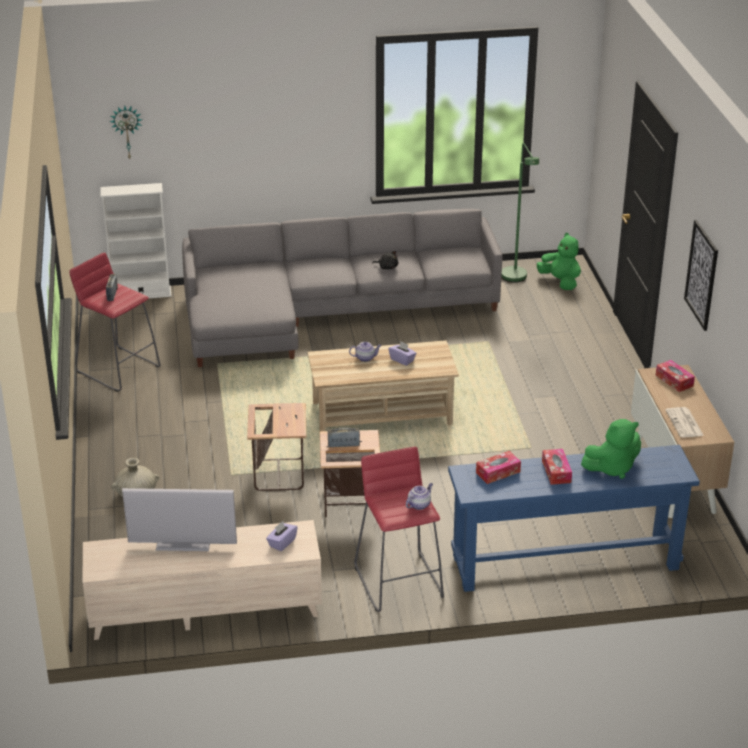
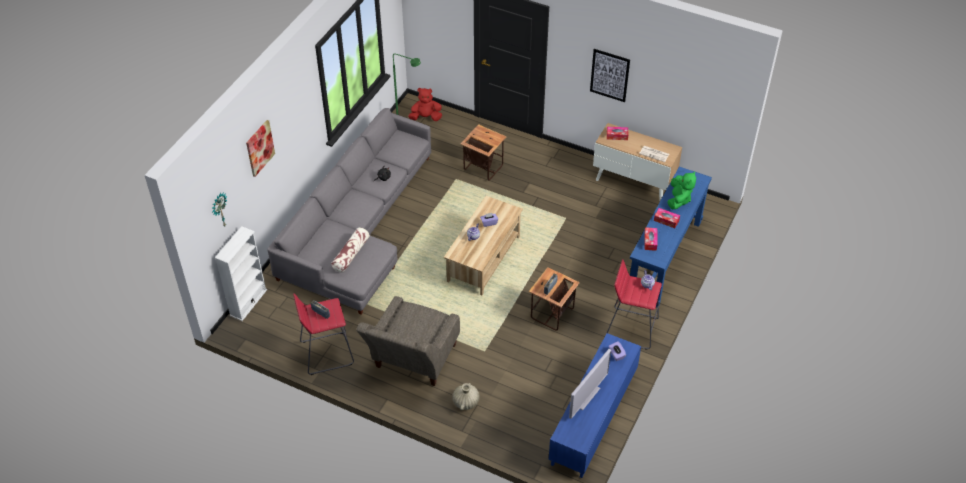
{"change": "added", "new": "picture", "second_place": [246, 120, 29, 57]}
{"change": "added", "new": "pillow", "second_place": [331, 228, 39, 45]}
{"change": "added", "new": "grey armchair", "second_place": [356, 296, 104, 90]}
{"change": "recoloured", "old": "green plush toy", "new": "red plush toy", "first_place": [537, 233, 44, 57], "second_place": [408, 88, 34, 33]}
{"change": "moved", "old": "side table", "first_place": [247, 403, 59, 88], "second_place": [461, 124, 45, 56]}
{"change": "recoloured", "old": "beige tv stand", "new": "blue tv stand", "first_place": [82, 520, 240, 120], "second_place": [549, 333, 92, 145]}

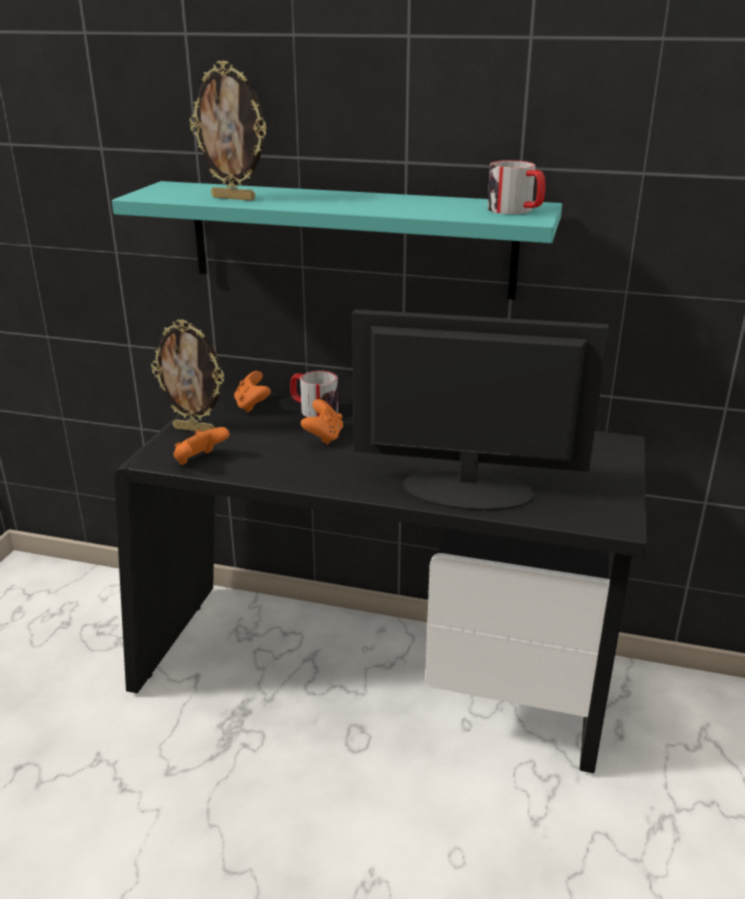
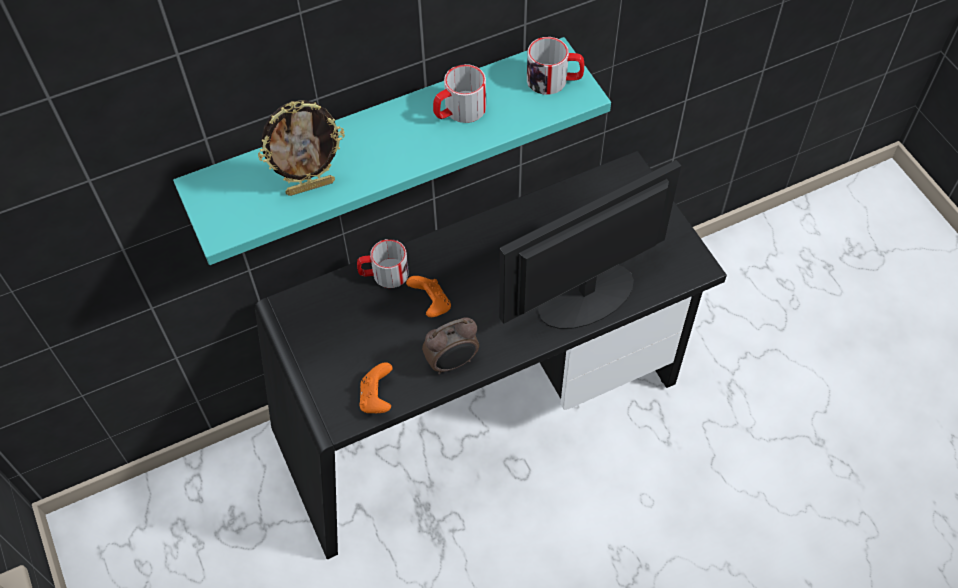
{"change": "added", "new": "alarm clock", "second_place": [422, 317, 57, 58]}
{"change": "added", "new": "mug", "second_place": [433, 64, 53, 59]}
{"change": "removed", "old": "picture frame", "first_place": [151, 319, 73, 113]}
{"change": "removed", "old": "orange game controller", "first_place": [234, 371, 37, 42]}

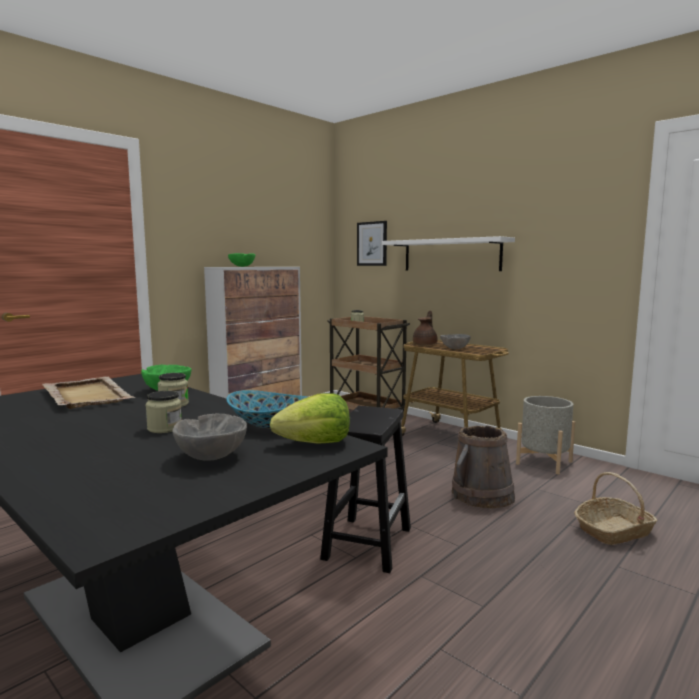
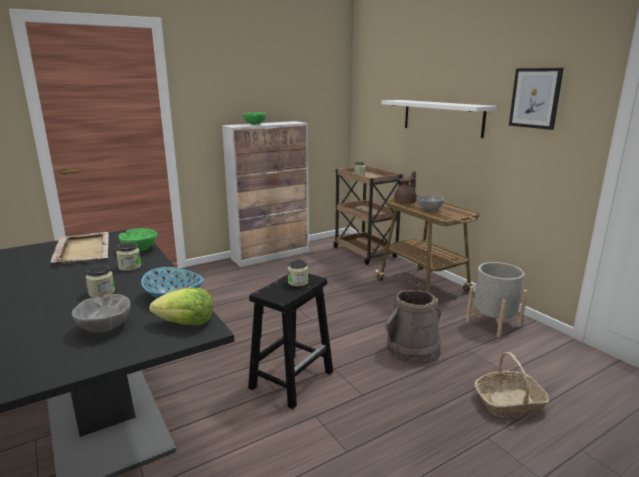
{"change": "added", "new": "jar", "second_place": [288, 259, 20, 27]}
{"change": "moved", "old": "picture", "first_place": [357, 221, 30, 45], "second_place": [509, 68, 55, 62]}

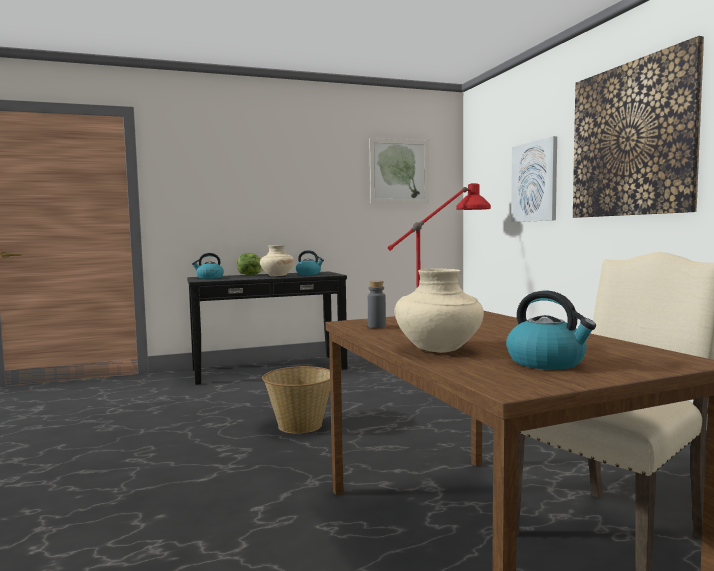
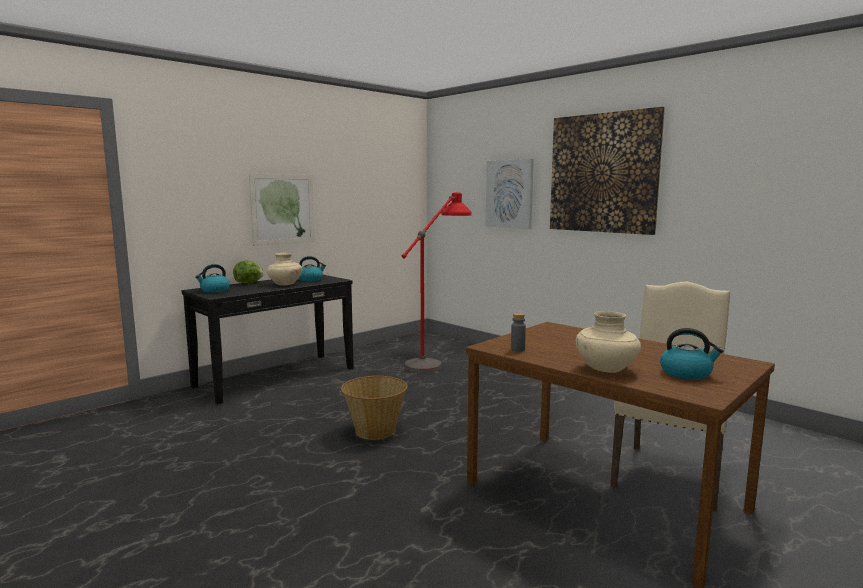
{"change": "moved", "old": "picture", "first_place": [369, 138, 60, 66], "second_place": [249, 173, 66, 73]}

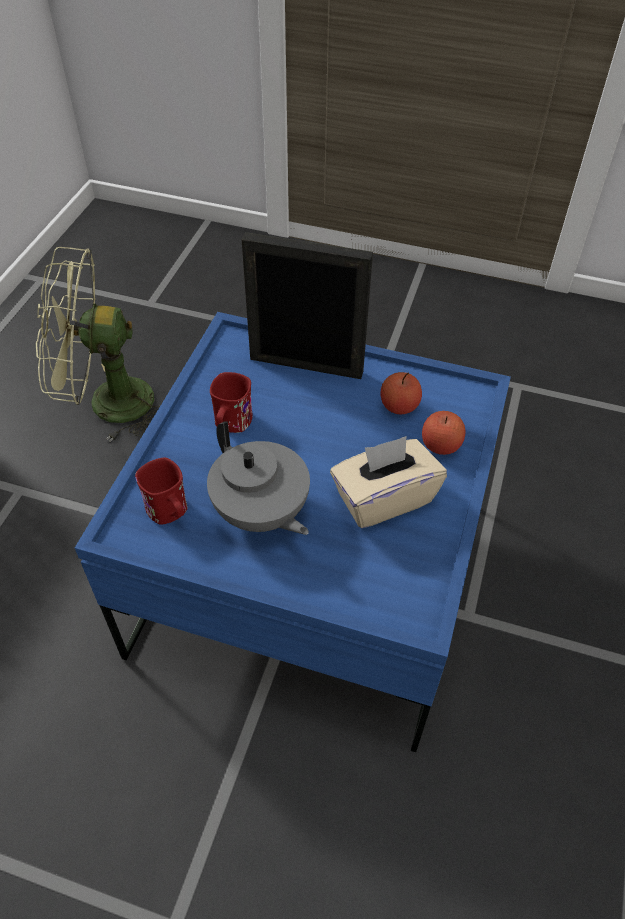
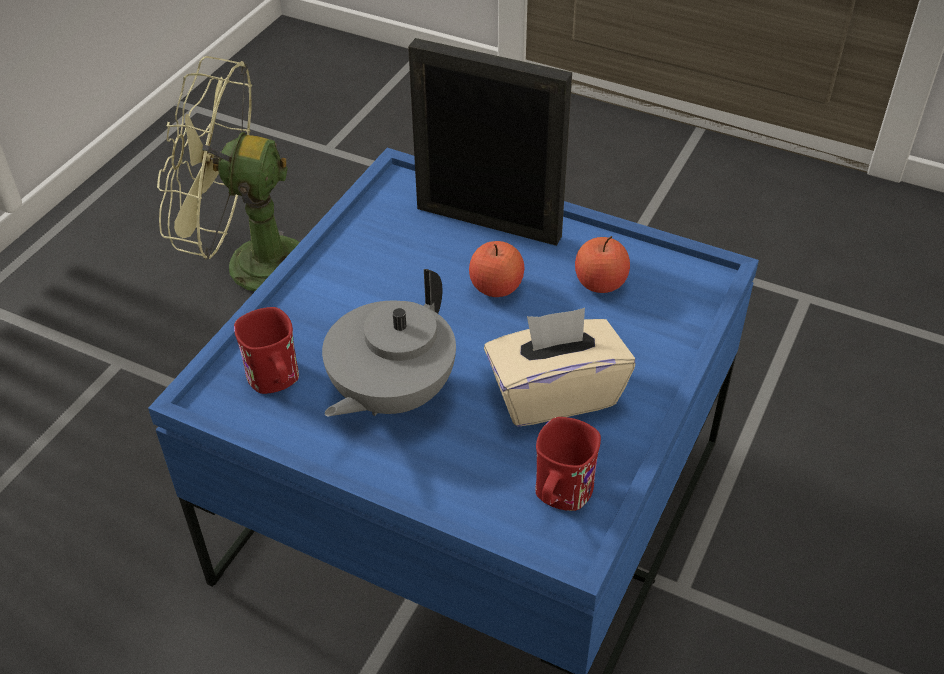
{"change": "turned", "old": "grey teapot", "first_place": [207, 421, 103, 114], "second_place": [322, 269, 134, 147], "degrees": 60}
{"change": "moved", "old": "apple", "first_place": [422, 411, 43, 44], "second_place": [469, 241, 56, 56]}
{"change": "moved", "old": "red mug", "first_place": [210, 372, 43, 61], "second_place": [535, 417, 66, 94]}

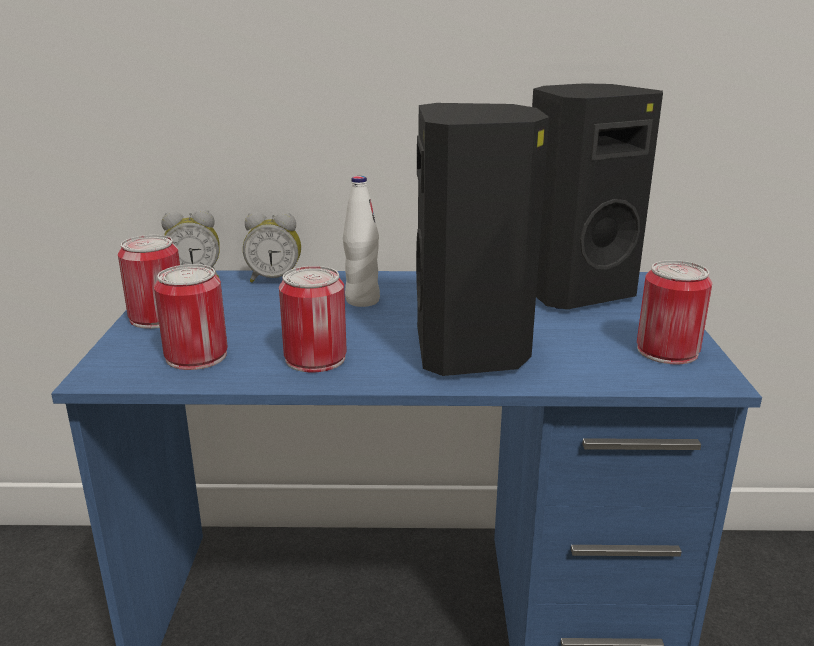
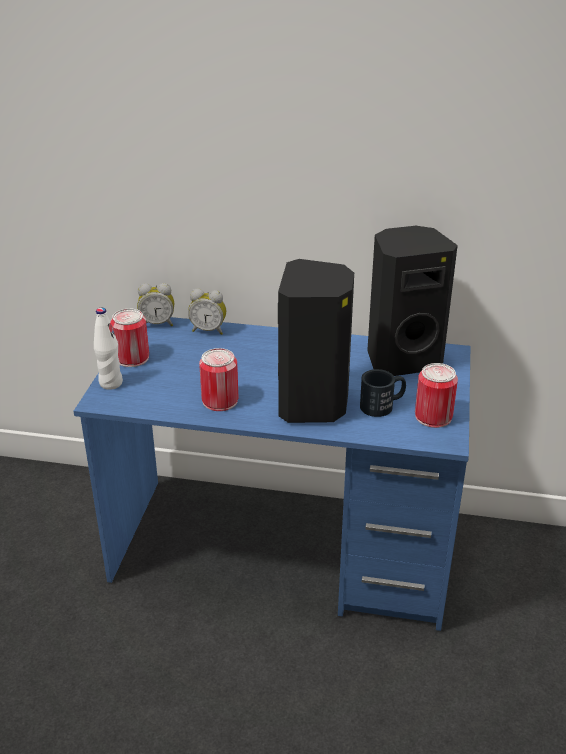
{"change": "moved", "old": "white bottle", "first_place": [343, 176, 37, 131], "second_place": [94, 308, 29, 82]}
{"change": "added", "new": "black mug", "second_place": [360, 369, 46, 48]}
{"change": "removed", "old": "can", "first_place": [154, 264, 74, 106]}

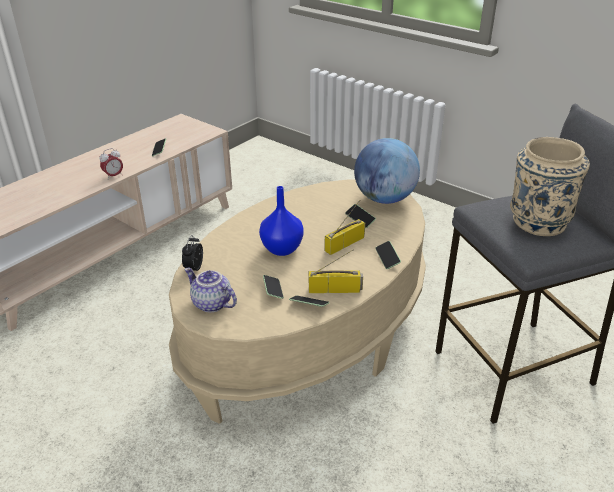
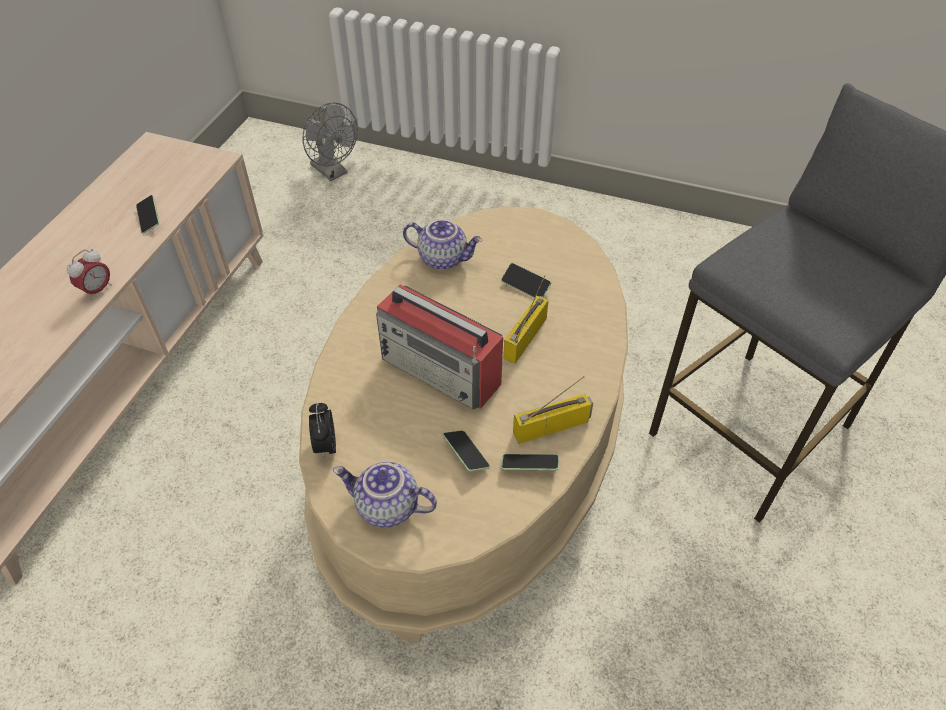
{"change": "added", "new": "grey fan", "second_place": [302, 103, 55, 78]}
{"change": "replaced", "old": "blue vase", "new": "radio", "first_place": [259, 186, 45, 70], "second_place": [376, 285, 127, 125]}
{"change": "added", "new": "teapot", "second_place": [403, 219, 80, 51]}
{"change": "removed", "old": "globe", "first_place": [354, 138, 66, 66]}
{"change": "removed", "old": "phone", "first_place": [375, 241, 26, 28]}
{"change": "removed", "old": "beige vase", "first_place": [510, 137, 80, 99]}

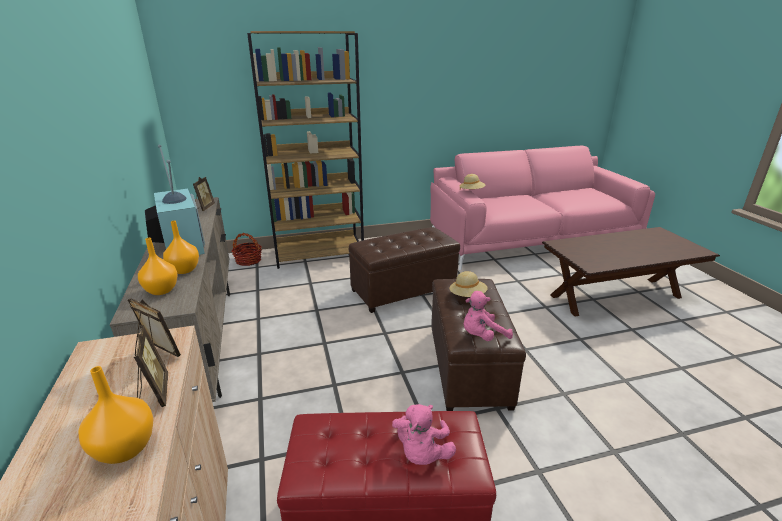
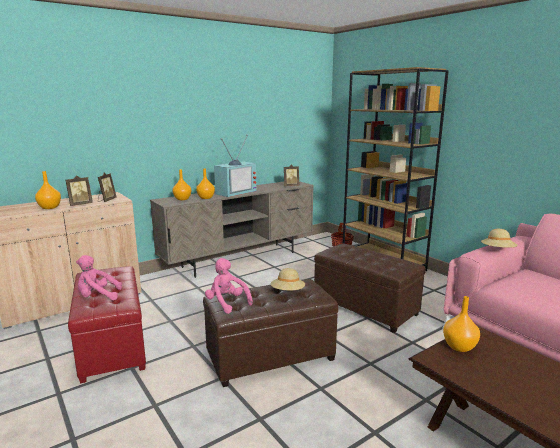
{"change": "added", "new": "orange vase", "second_place": [443, 296, 37, 56]}

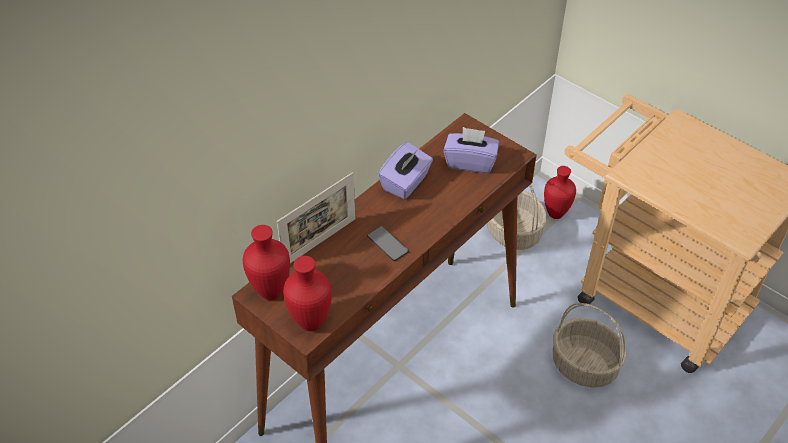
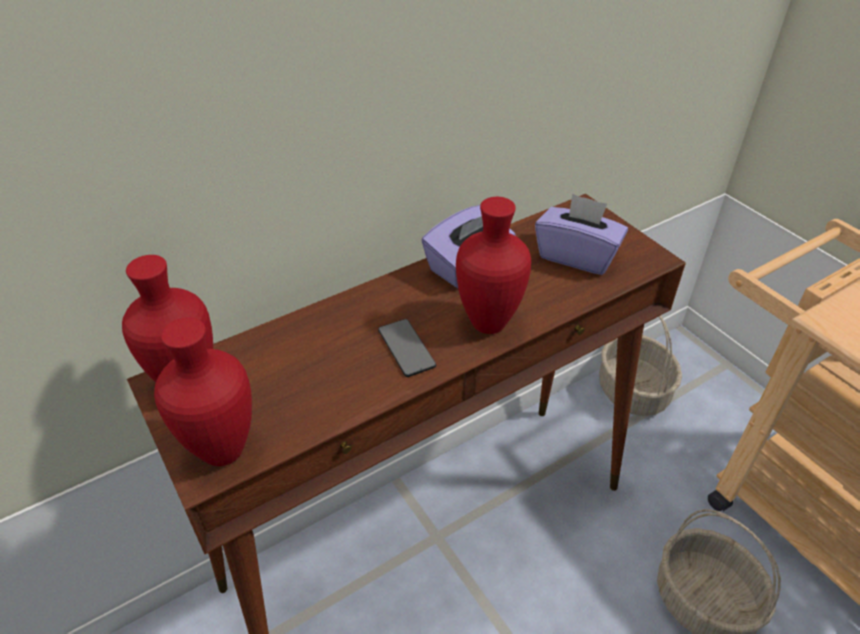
{"change": "moved", "old": "red vase", "first_place": [544, 166, 32, 53], "second_place": [456, 197, 75, 137]}
{"change": "removed", "old": "picture frame", "first_place": [277, 172, 79, 91]}

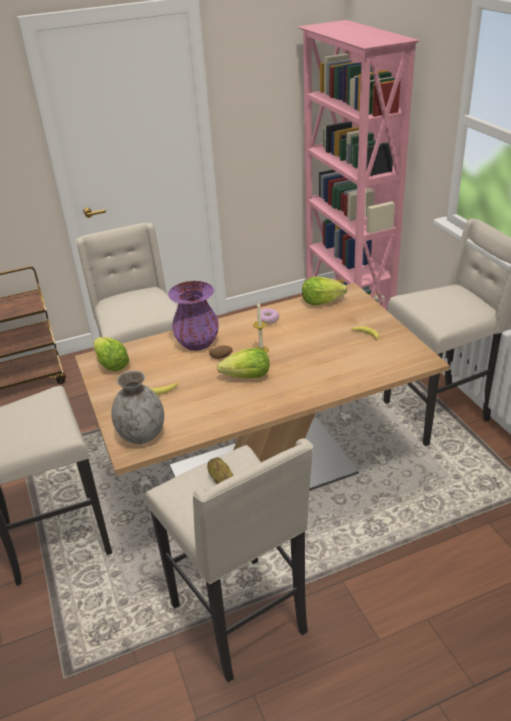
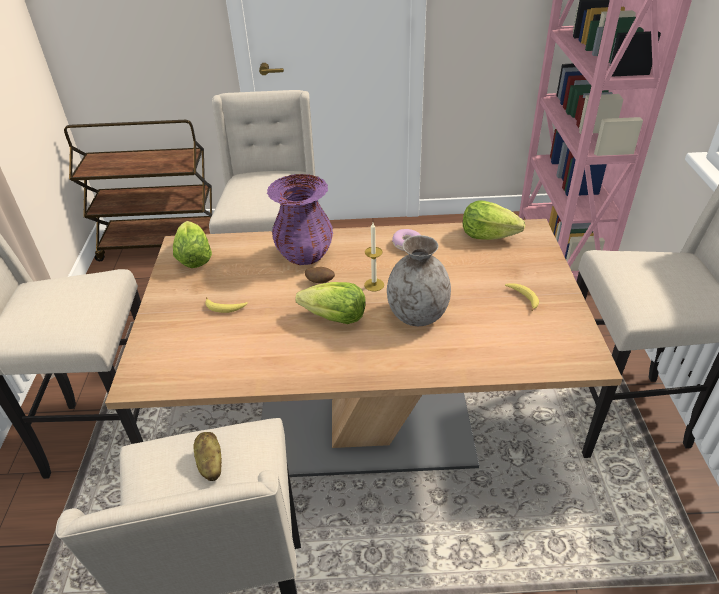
{"change": "moved", "old": "grey vase", "first_place": [112, 371, 52, 73], "second_place": [387, 235, 64, 91]}

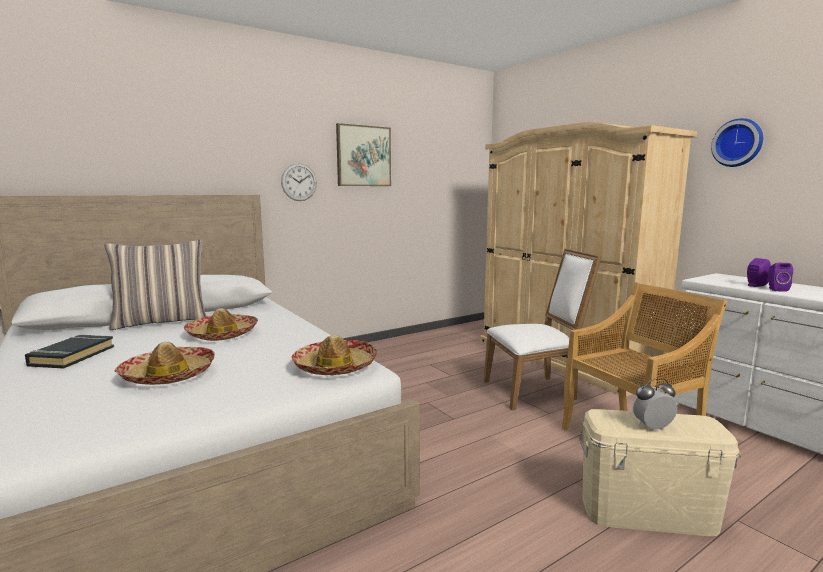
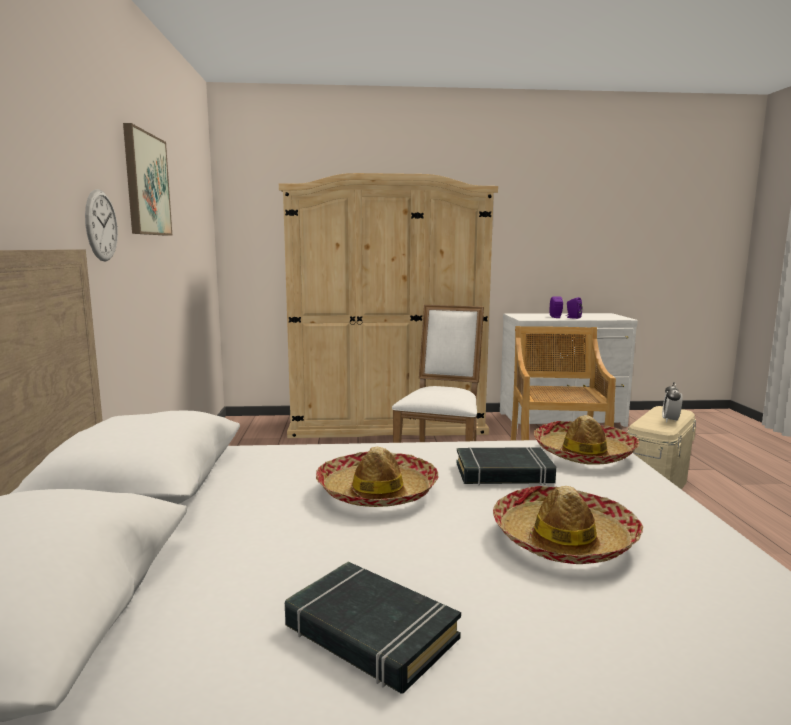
{"change": "added", "new": "black book", "second_place": [456, 447, 100, 38]}
{"change": "removed", "old": "pillow", "first_place": [104, 240, 103, 90]}
{"change": "removed", "old": "wall clock", "first_place": [711, 118, 52, 49]}

